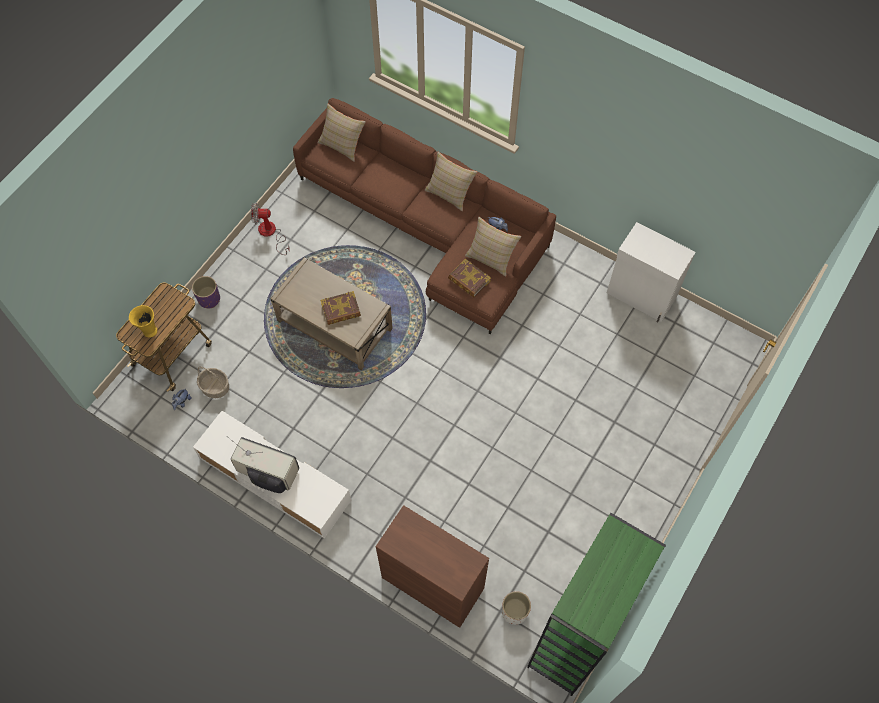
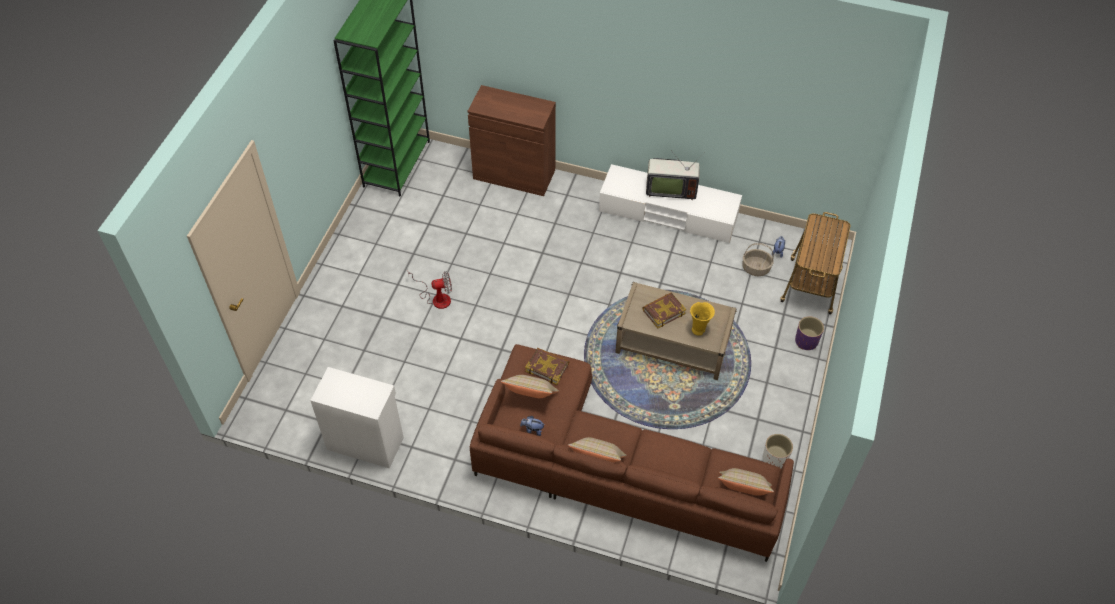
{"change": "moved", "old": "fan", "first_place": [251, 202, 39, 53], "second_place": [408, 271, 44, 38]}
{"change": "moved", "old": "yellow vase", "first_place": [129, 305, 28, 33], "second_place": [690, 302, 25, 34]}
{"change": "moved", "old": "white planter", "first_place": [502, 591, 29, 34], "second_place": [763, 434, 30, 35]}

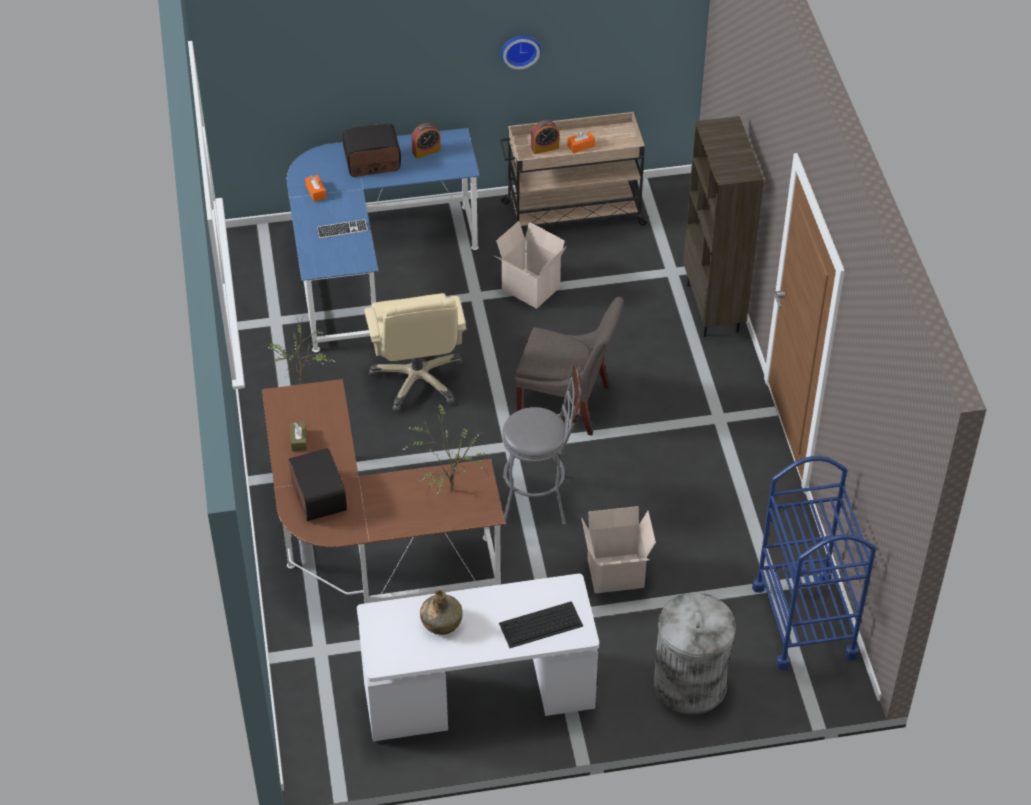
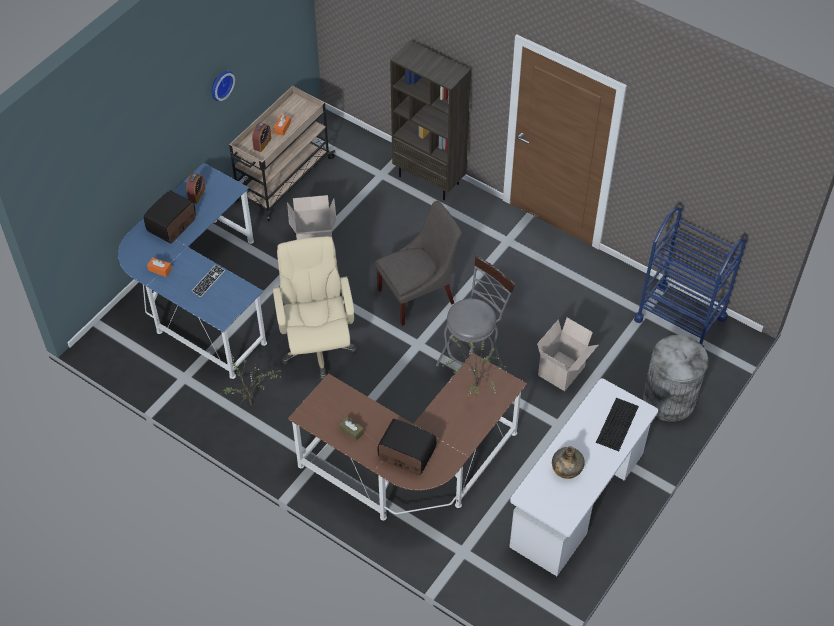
{"change": "turned", "old": "beige office chair", "first_place": [364, 293, 103, 119], "second_place": [273, 236, 84, 144], "degrees": -135}

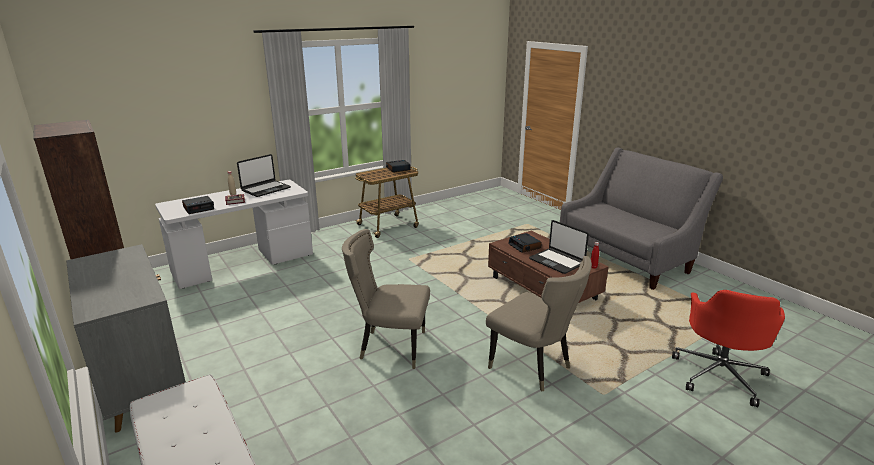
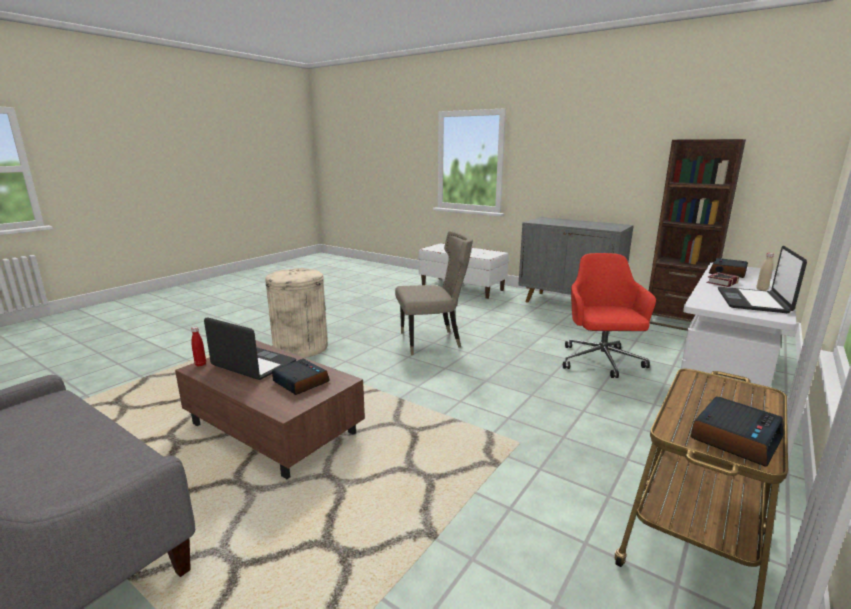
{"change": "replaced", "old": "beige chair", "new": "beige trash can", "first_place": [486, 256, 106, 135], "second_place": [265, 268, 63, 90]}
{"change": "moved", "old": "red office chair", "first_place": [672, 290, 113, 117], "second_place": [563, 253, 93, 125]}

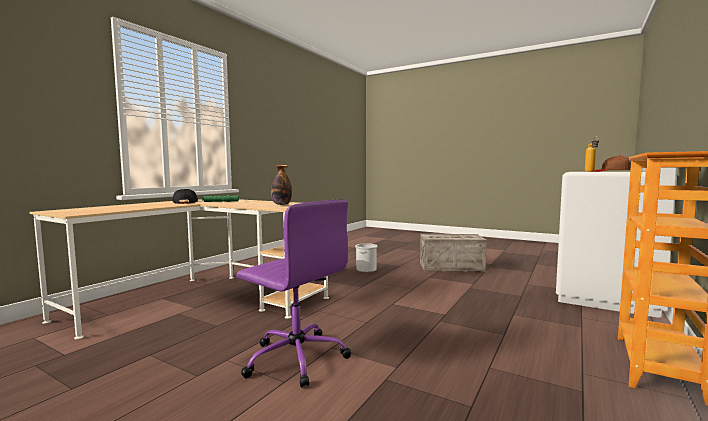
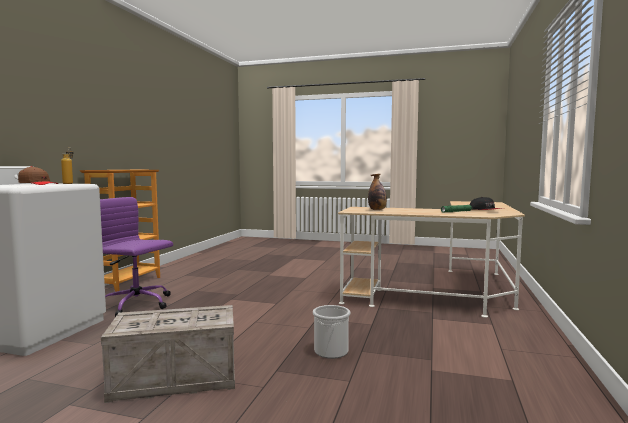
{"change": "moved", "old": "purple office chair", "first_place": [236, 199, 115, 189], "second_place": [100, 197, 73, 120]}

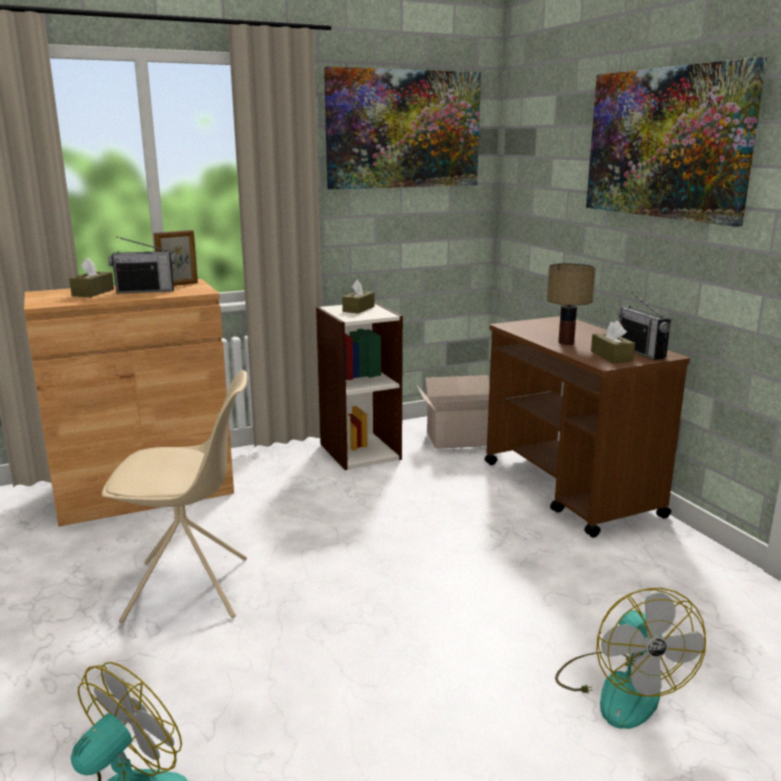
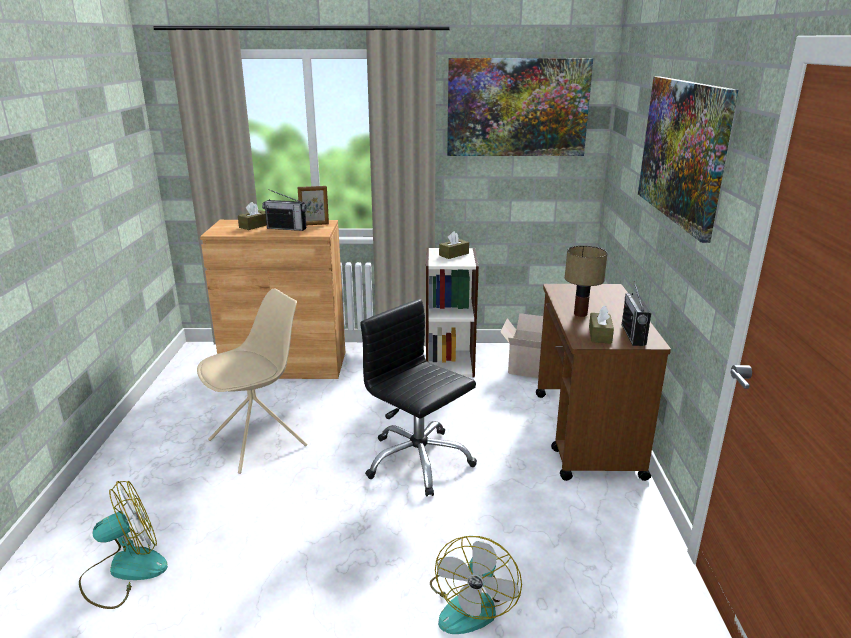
{"change": "turned", "old": "beige chair", "first_place": [102, 370, 145, 253], "second_place": [197, 289, 110, 185], "degrees": -60}
{"change": "added", "new": "black office chair", "second_place": [360, 299, 117, 198]}

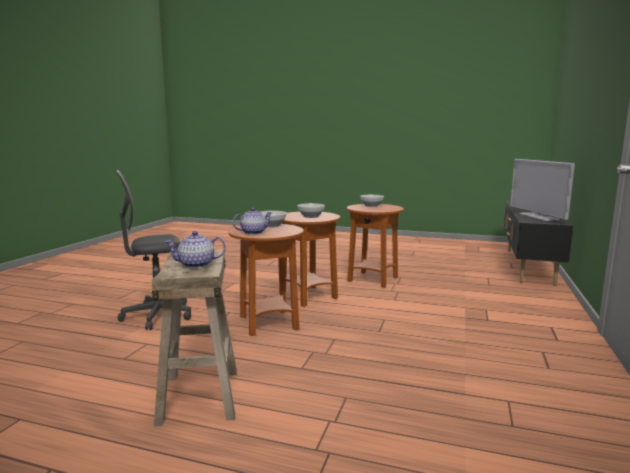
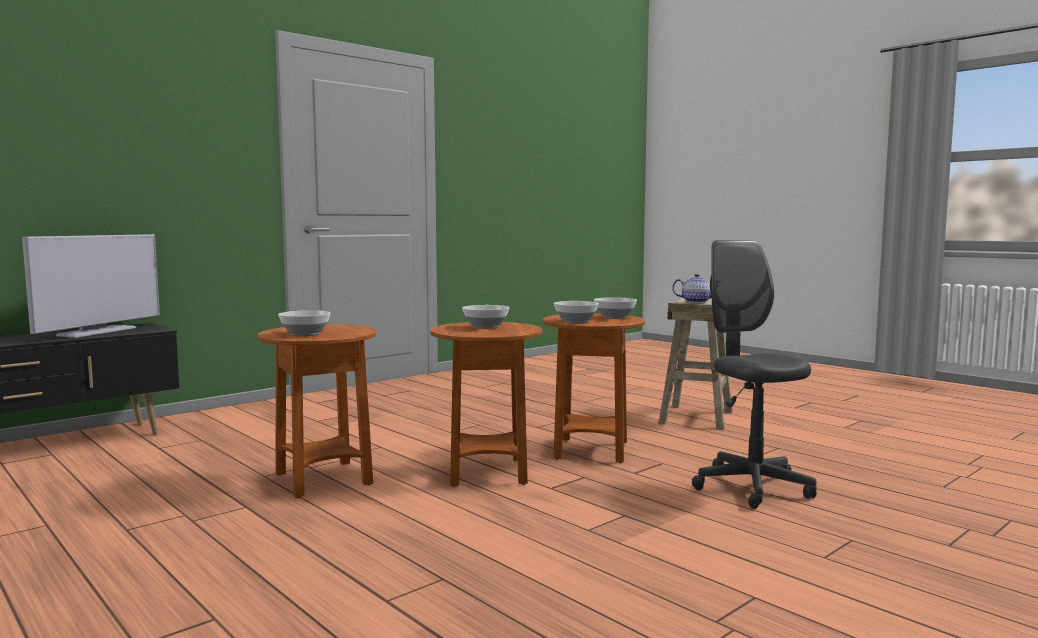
{"change": "replaced", "old": "teapot", "new": "bowl", "first_place": [233, 208, 39, 27], "second_place": [594, 297, 43, 22]}
{"change": "turned", "old": "grey office chair", "first_place": [116, 169, 75, 161], "second_place": [692, 240, 125, 269], "degrees": -120}

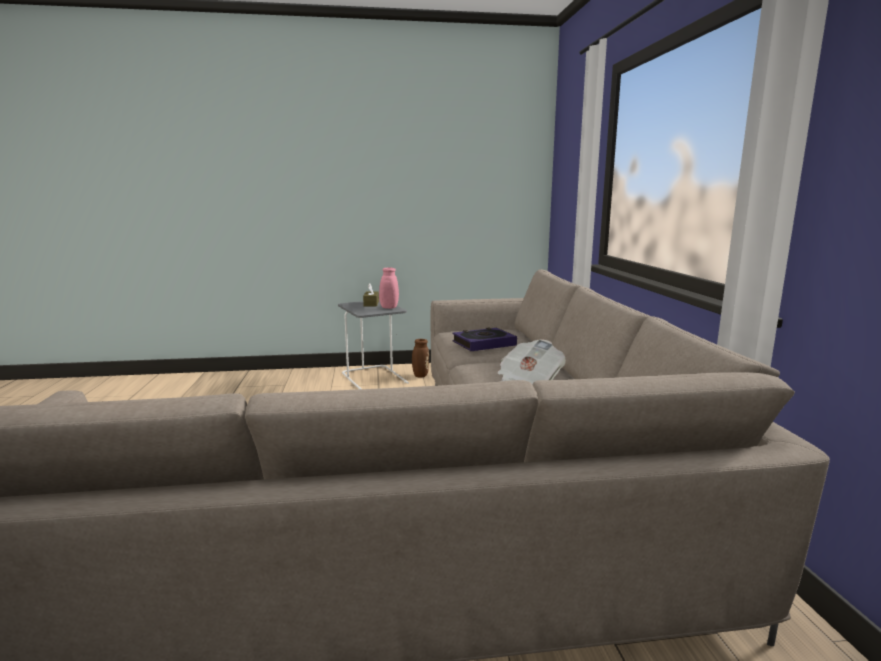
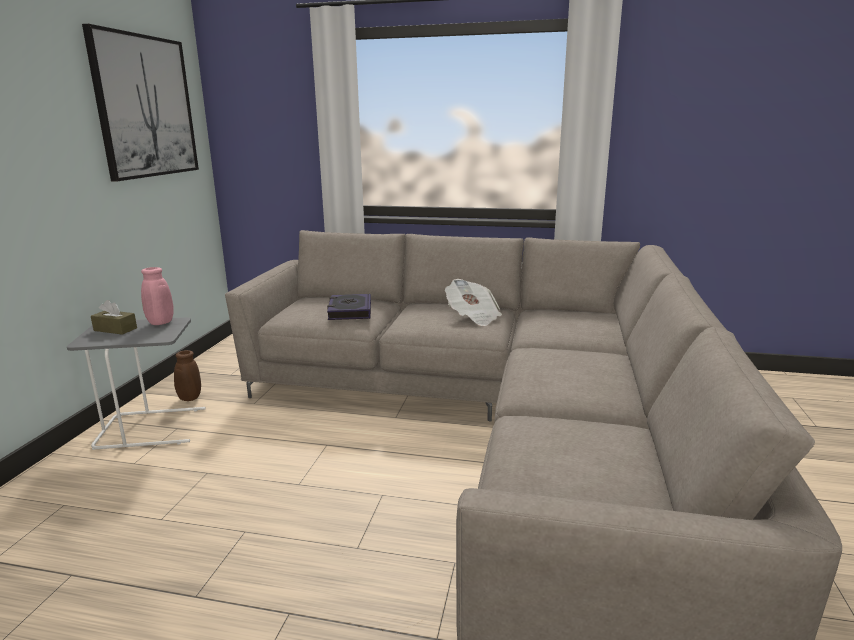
{"change": "added", "new": "picture", "second_place": [82, 24, 117, 157]}

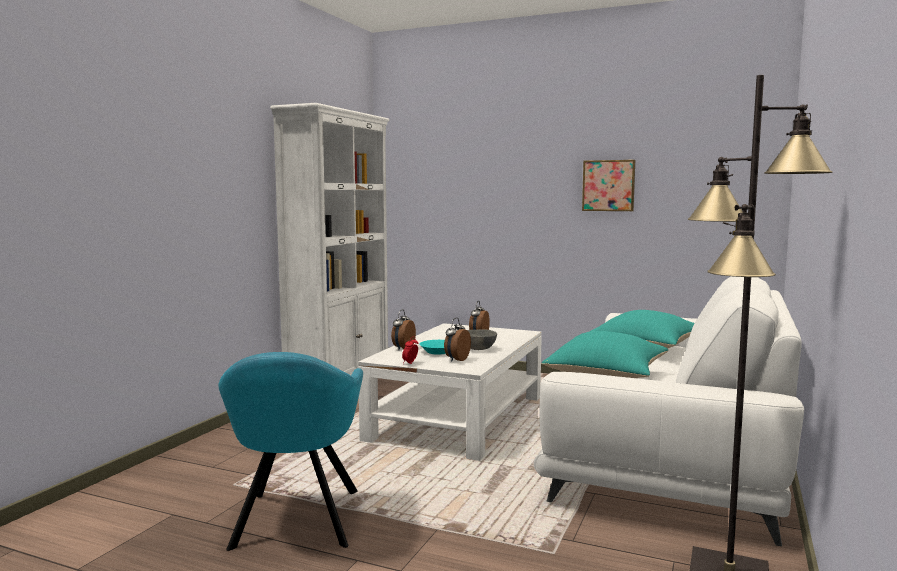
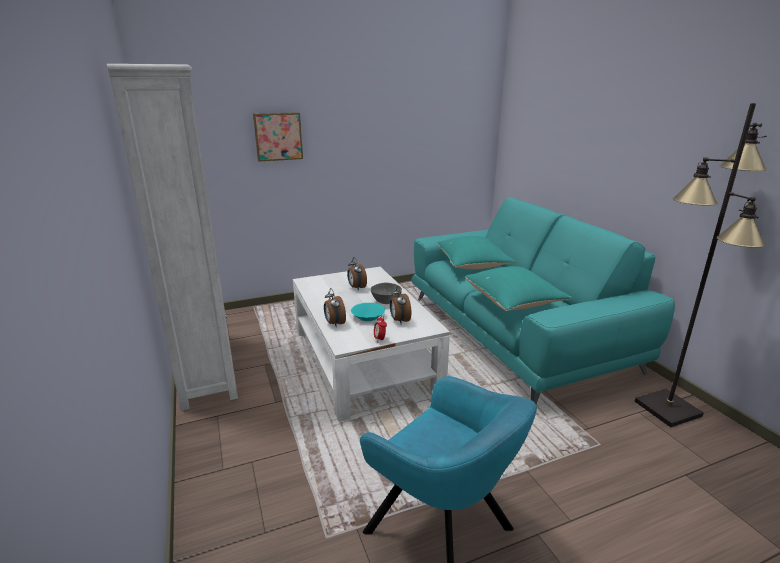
{"change": "moved", "old": "picture", "first_place": [582, 160, 53, 51], "second_place": [253, 112, 50, 50]}
{"change": "recoloured", "old": "white sofa", "new": "turquoise sofa", "first_place": [533, 276, 271, 270], "second_place": [411, 197, 264, 207]}

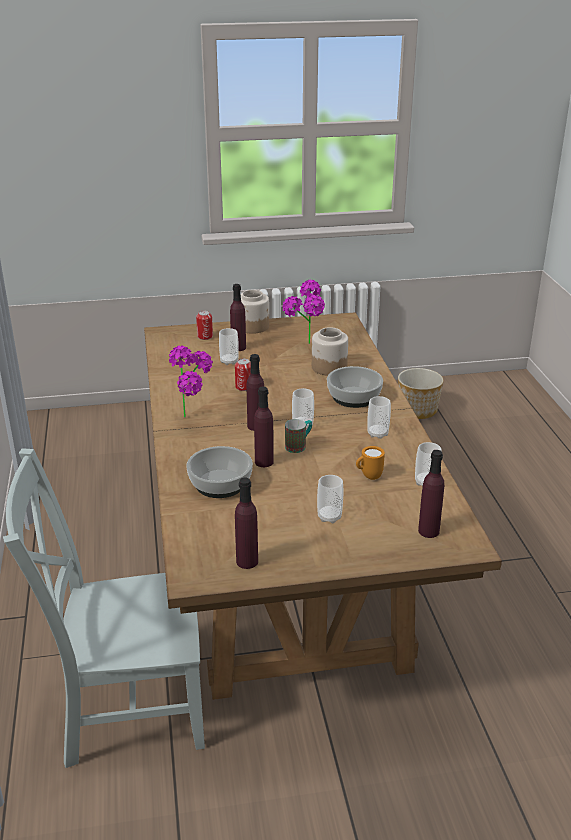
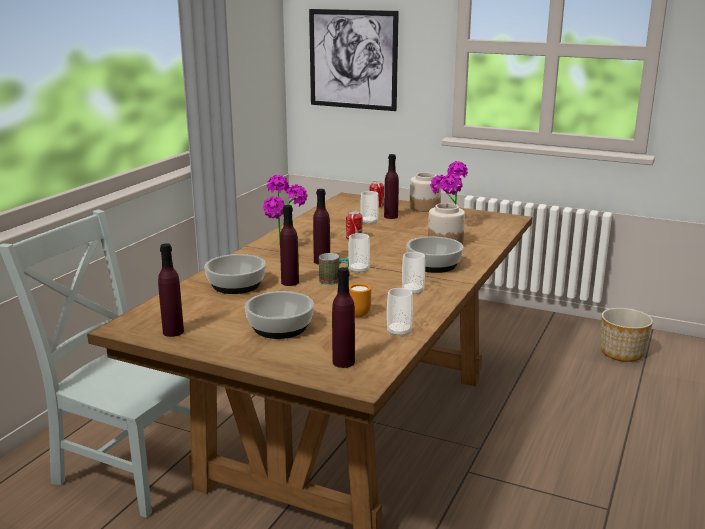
{"change": "replaced", "old": "cup", "new": "bowl", "first_place": [317, 475, 26, 48], "second_place": [245, 291, 69, 48]}
{"change": "added", "new": "picture", "second_place": [309, 9, 90, 102]}

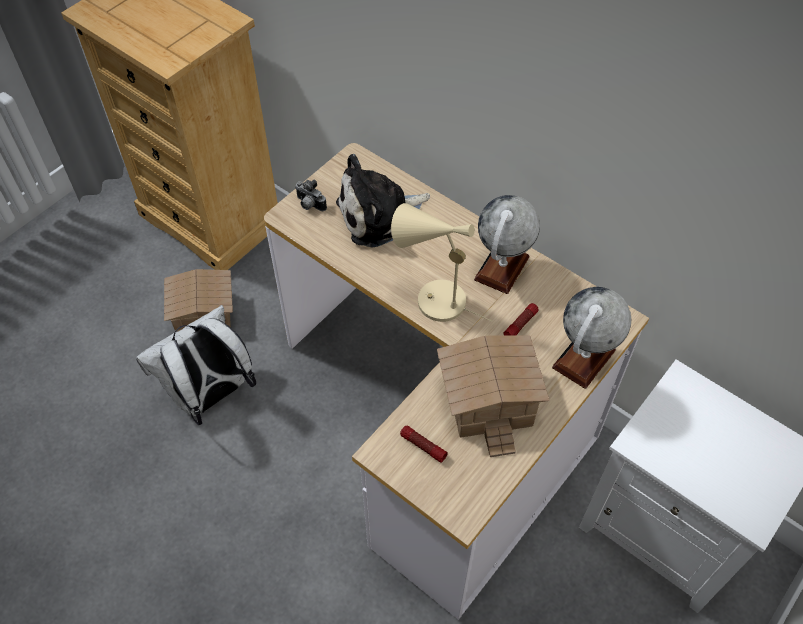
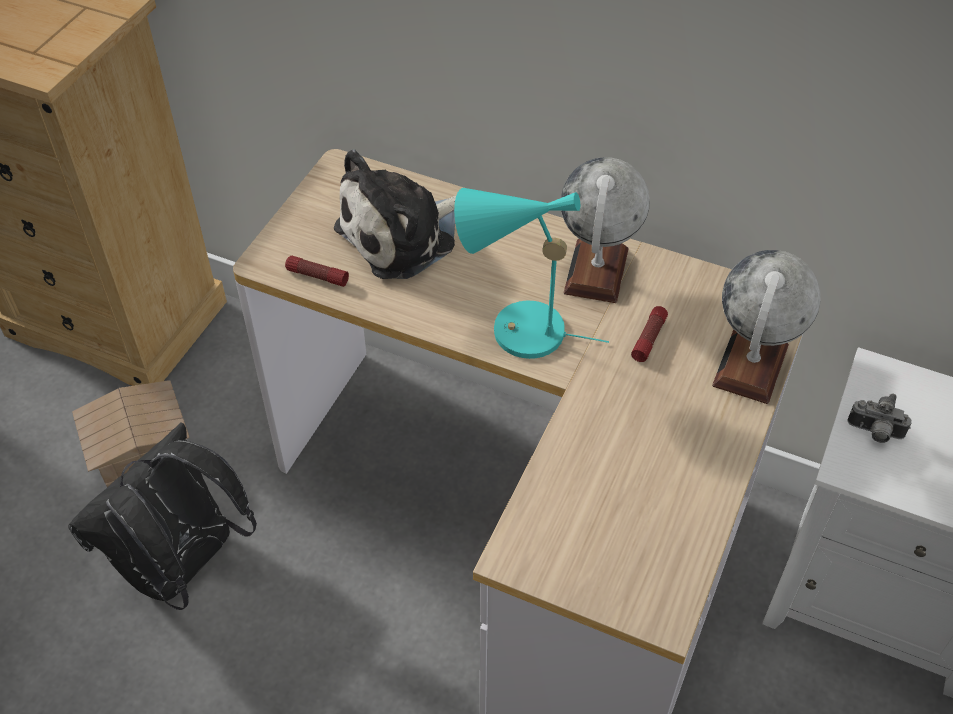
{"change": "recoloured", "old": "white backpack", "new": "black backpack", "first_place": [136, 305, 120, 120], "second_place": [68, 422, 189, 188]}
{"change": "moved", "old": "flashlight", "first_place": [400, 426, 48, 37], "second_place": [285, 256, 64, 31]}
{"change": "recoloured", "old": "beige table lamp", "new": "turquoise table lamp", "first_place": [391, 203, 101, 119], "second_place": [454, 188, 155, 171]}
{"change": "moved", "old": "photo camera", "first_place": [295, 180, 32, 31], "second_place": [848, 394, 64, 49]}
{"change": "removed", "old": "toy house", "first_place": [437, 335, 112, 122]}

